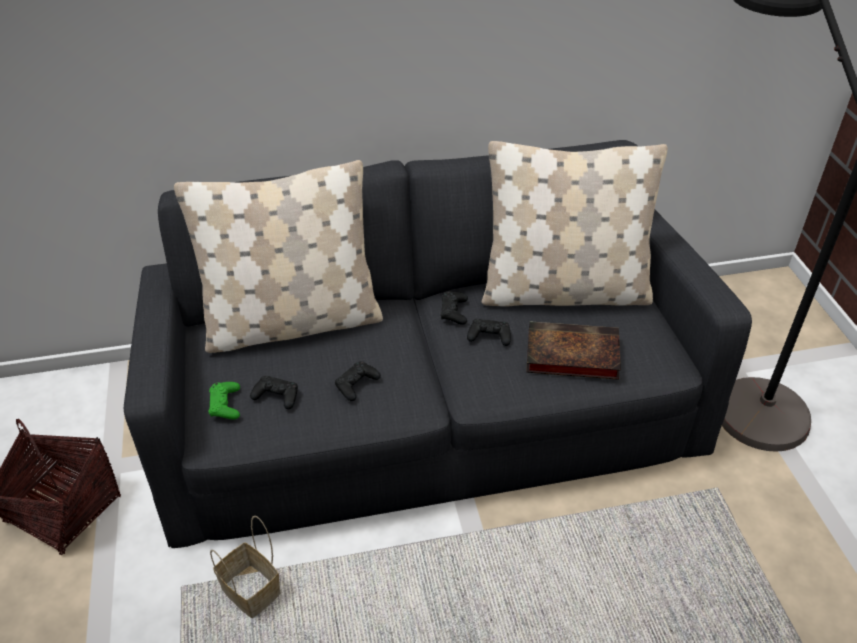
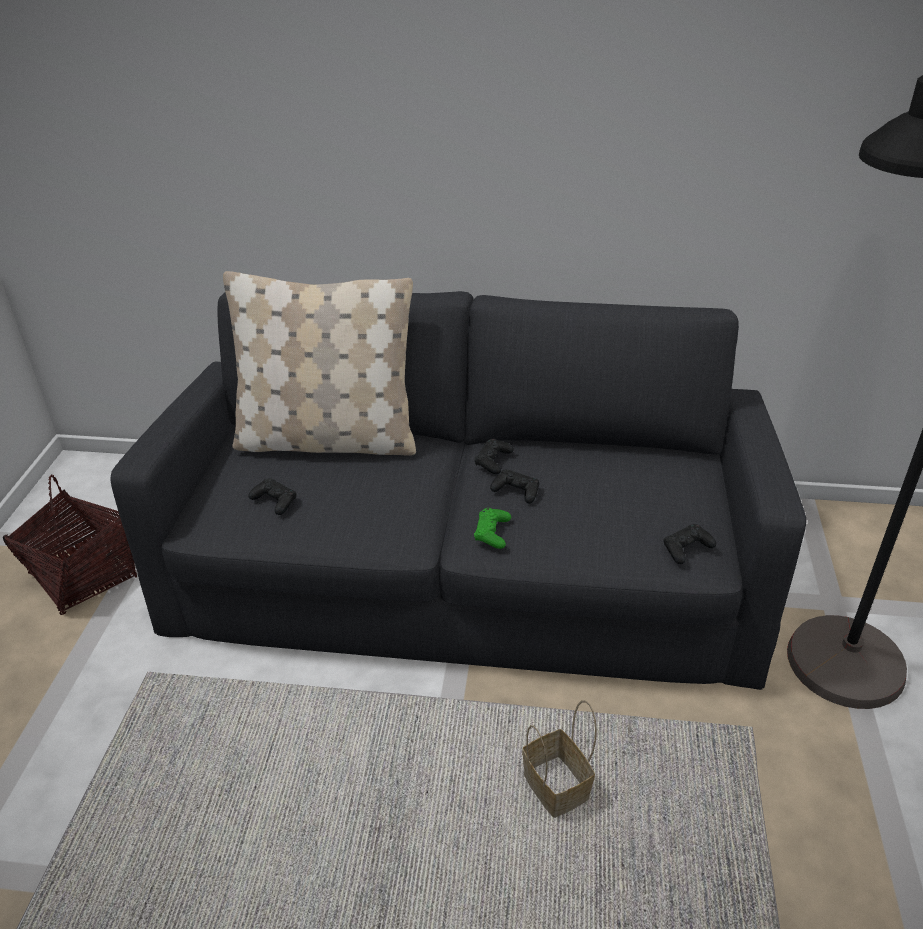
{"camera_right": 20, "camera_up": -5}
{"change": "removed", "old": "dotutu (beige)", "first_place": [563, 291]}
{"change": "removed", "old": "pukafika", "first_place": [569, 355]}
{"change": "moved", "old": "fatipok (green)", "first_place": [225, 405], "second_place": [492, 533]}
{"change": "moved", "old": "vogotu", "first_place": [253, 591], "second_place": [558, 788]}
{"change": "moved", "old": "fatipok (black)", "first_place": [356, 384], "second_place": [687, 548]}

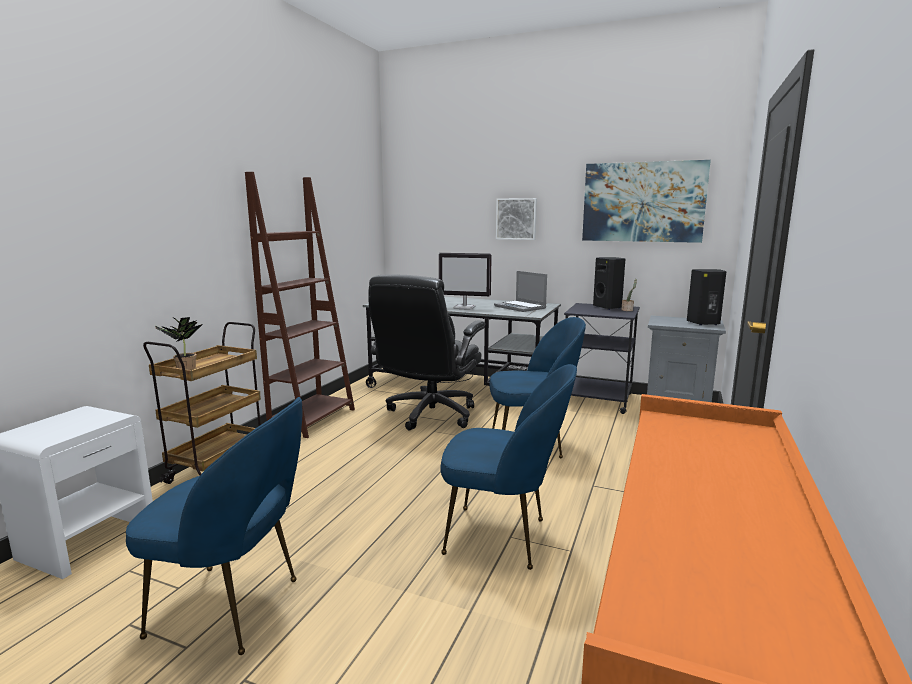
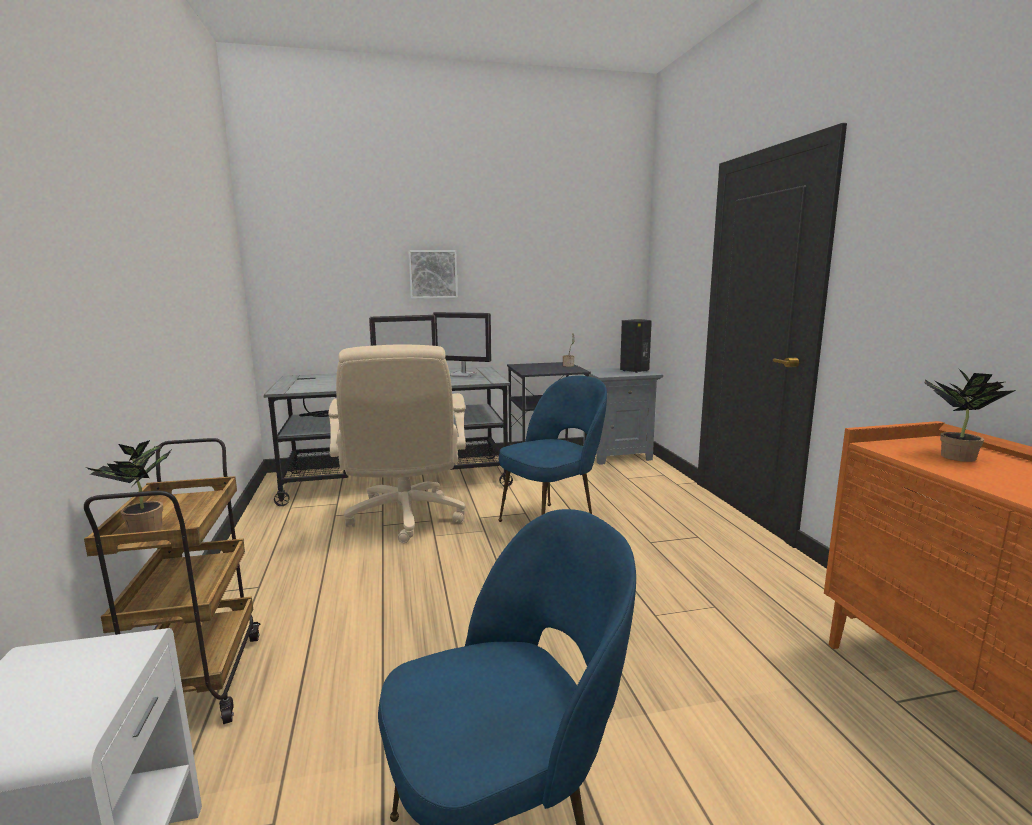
{"camera_right": -35, "camera_up": 0}
{"change": "removed", "old": "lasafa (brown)", "first_place": [312, 419]}
{"change": "removed", "old": "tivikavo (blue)", "first_place": [504, 538]}
{"change": "removed", "old": "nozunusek", "first_place": [643, 202]}
{"change": "removed", "old": "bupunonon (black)", "first_place": [608, 307]}
{"change": "added", "new": "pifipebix", "second_place": [952, 456]}
{"change": "replaced", "old": "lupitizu", "new": "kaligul", "first_place": [520, 307], "second_place": [464, 375]}
{"change": "recoloured", "old": "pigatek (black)", "new": "pigatek (beige)", "first_place": [428, 415], "second_place": [404, 520]}

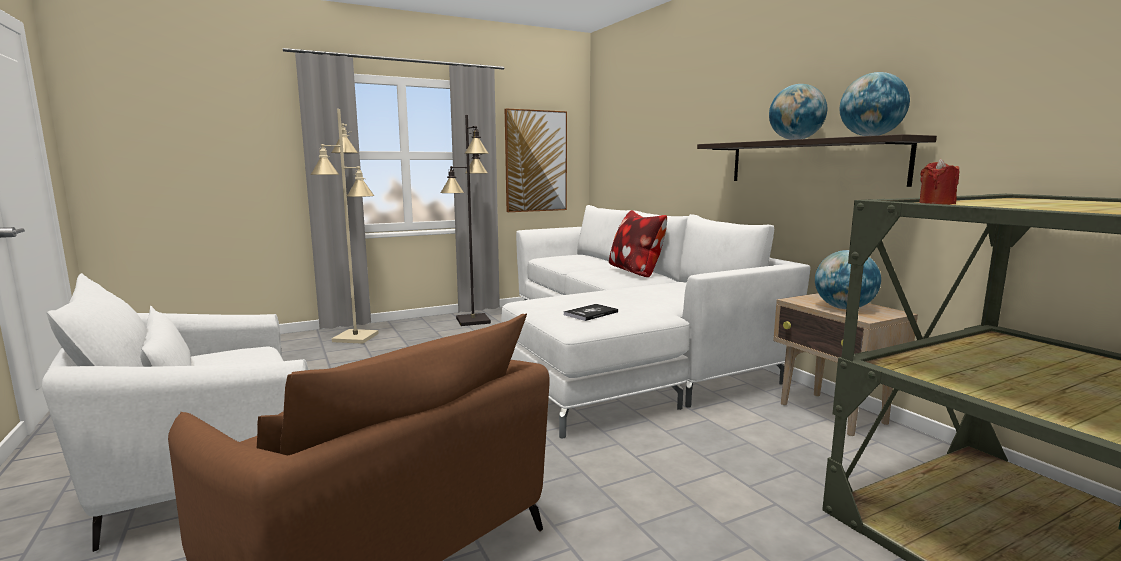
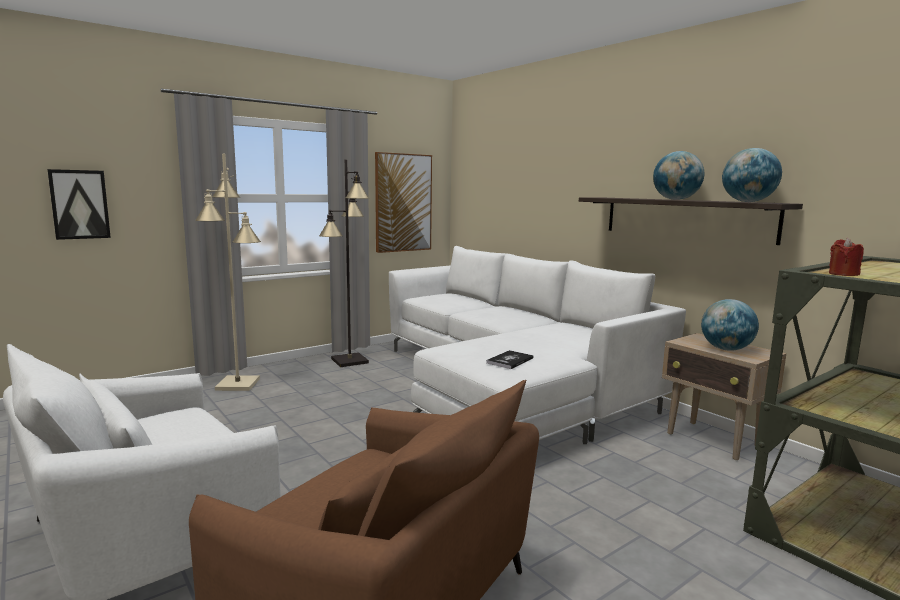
{"camera_right": -10, "camera_up": 0}
{"change": "removed", "old": "dotutu", "first_place": [636, 272]}
{"change": "added", "new": "nozunusek", "second_place": [79, 204]}

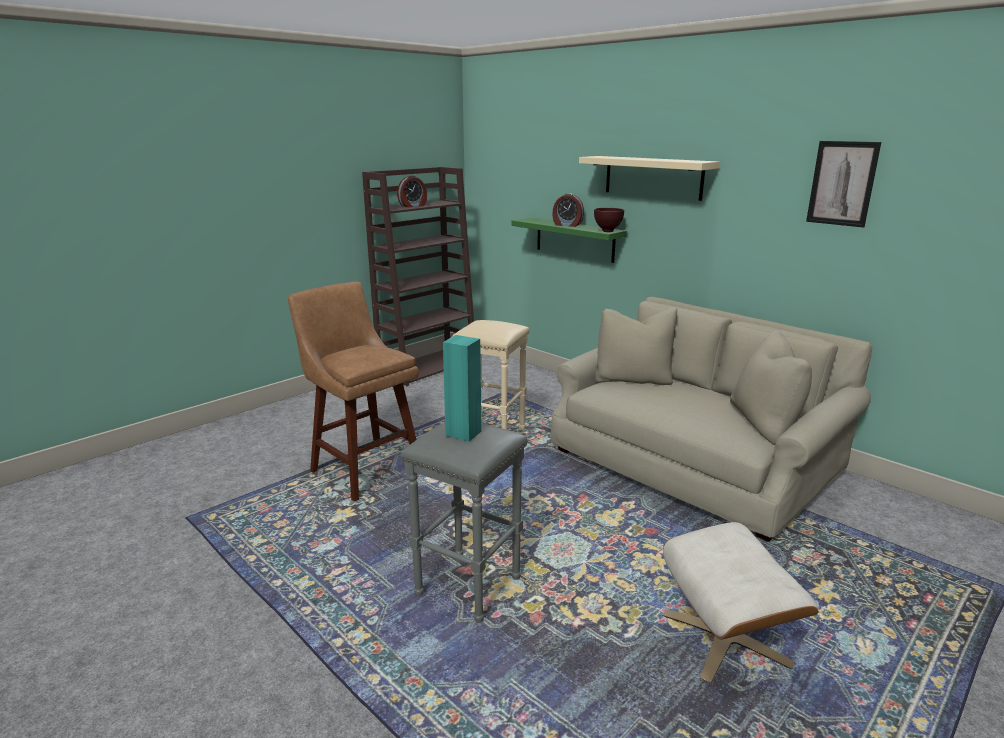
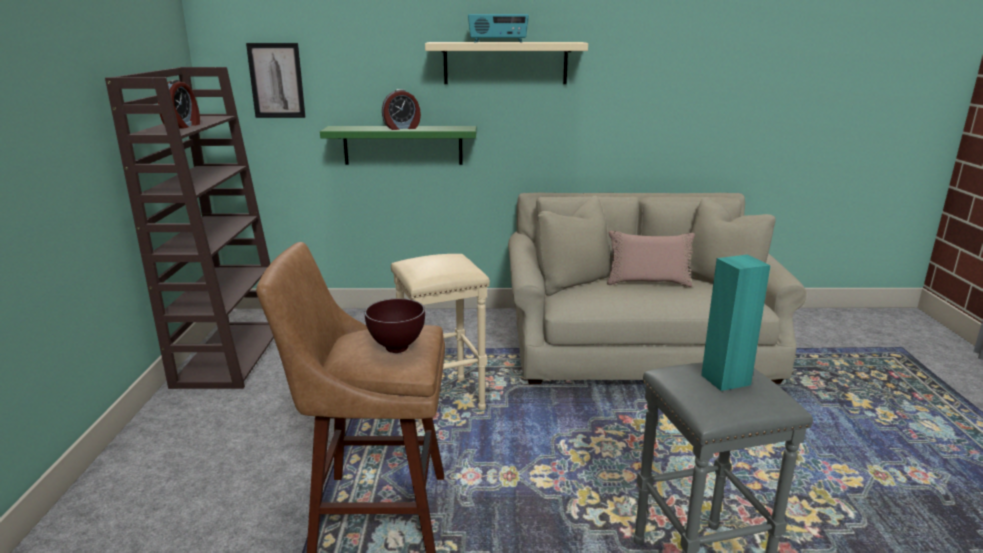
{"camera_right": -45, "camera_up": 0}
{"change": "removed", "old": "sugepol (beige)", "first_place": [725, 639]}
{"change": "added", "new": "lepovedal", "second_place": [498, 42]}
{"change": "added", "new": "dotutu (beige)", "second_place": [648, 283]}
{"change": "moved", "old": "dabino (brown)", "first_place": [608, 231], "second_place": [398, 348]}
{"change": "moved", "old": "nozunusek", "first_place": [842, 183], "second_place": [276, 80]}

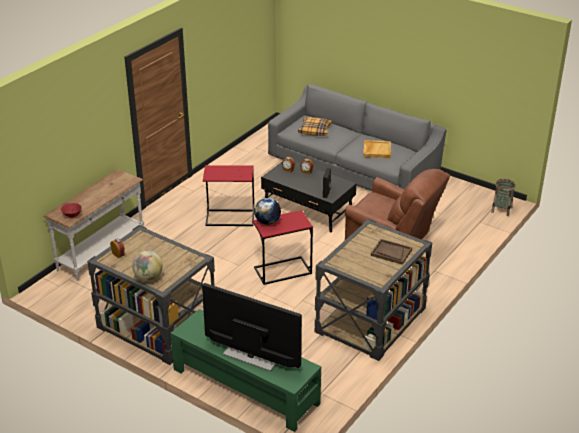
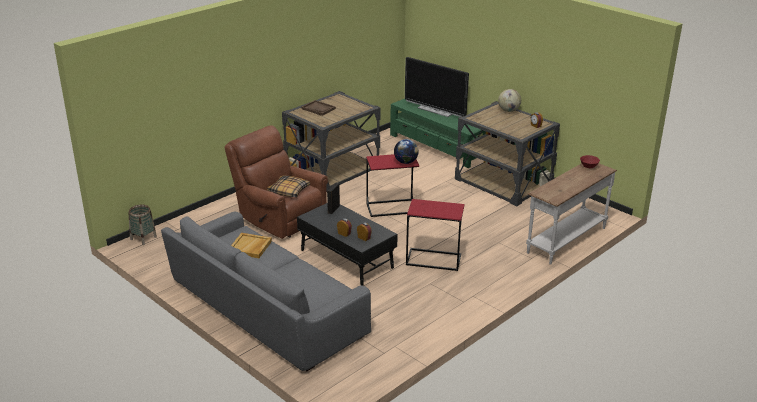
{"camera_right": -170, "camera_up": -5}
{"change": "moved", "old": "dotutu", "first_place": [315, 130], "second_place": [288, 191]}

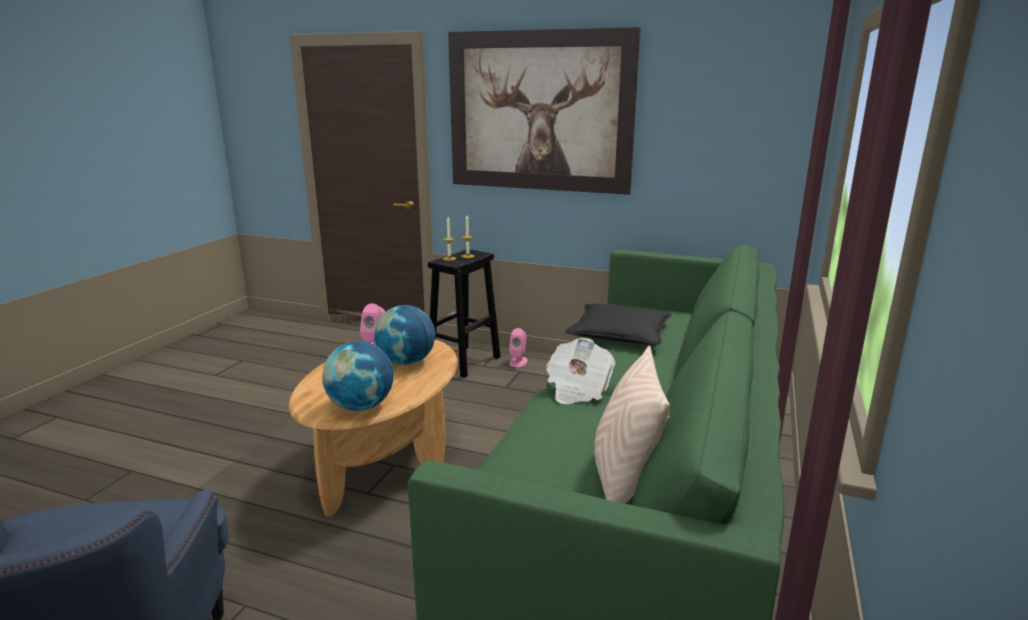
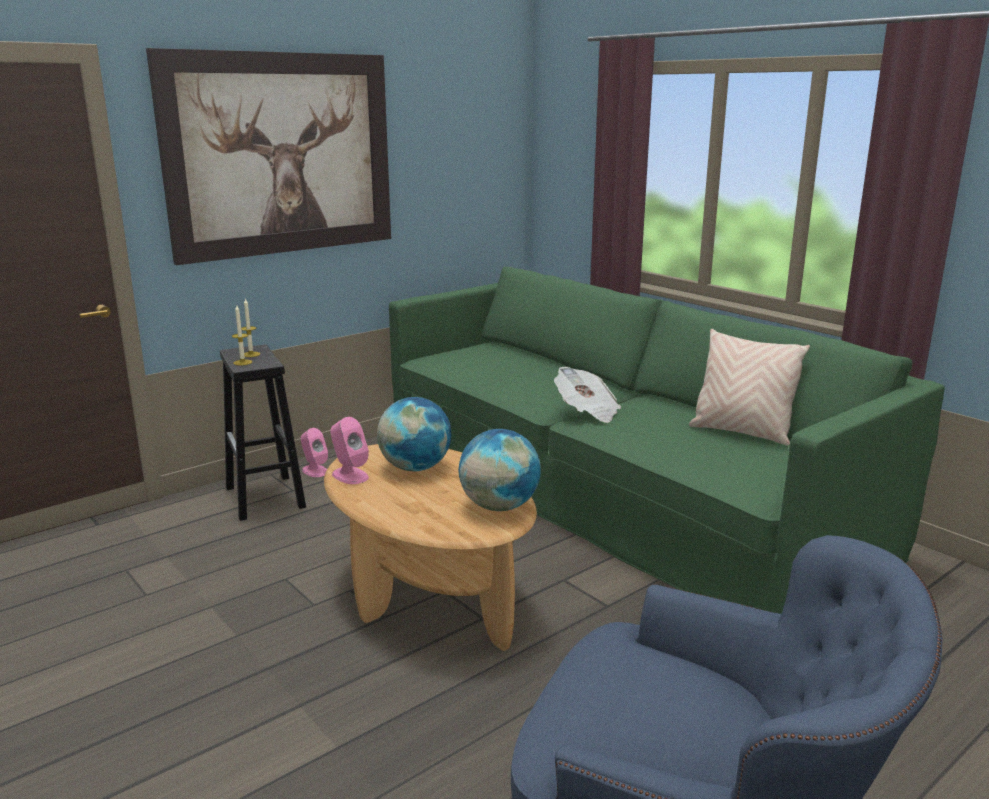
{"camera_right": -60, "camera_up": 0}
{"change": "removed", "old": "dotutu (black)", "first_place": [619, 333]}

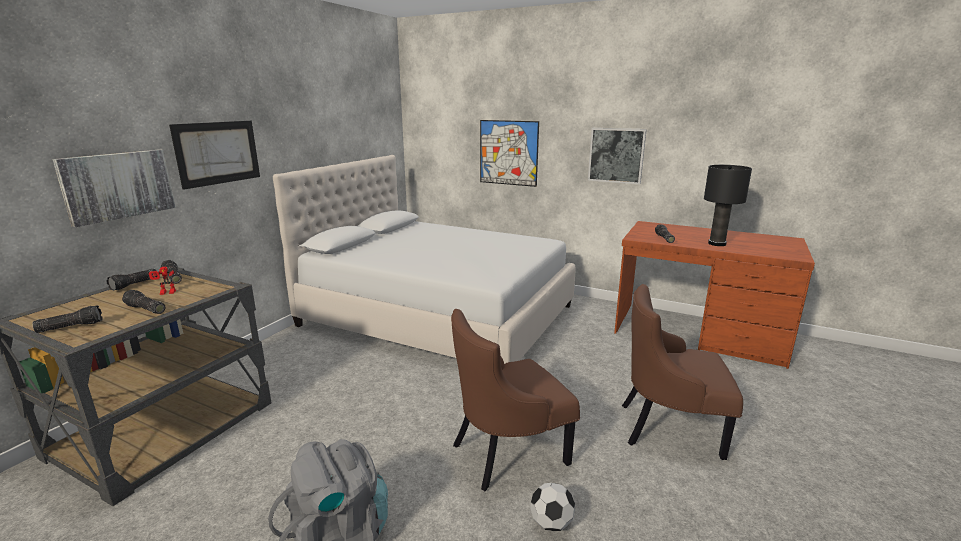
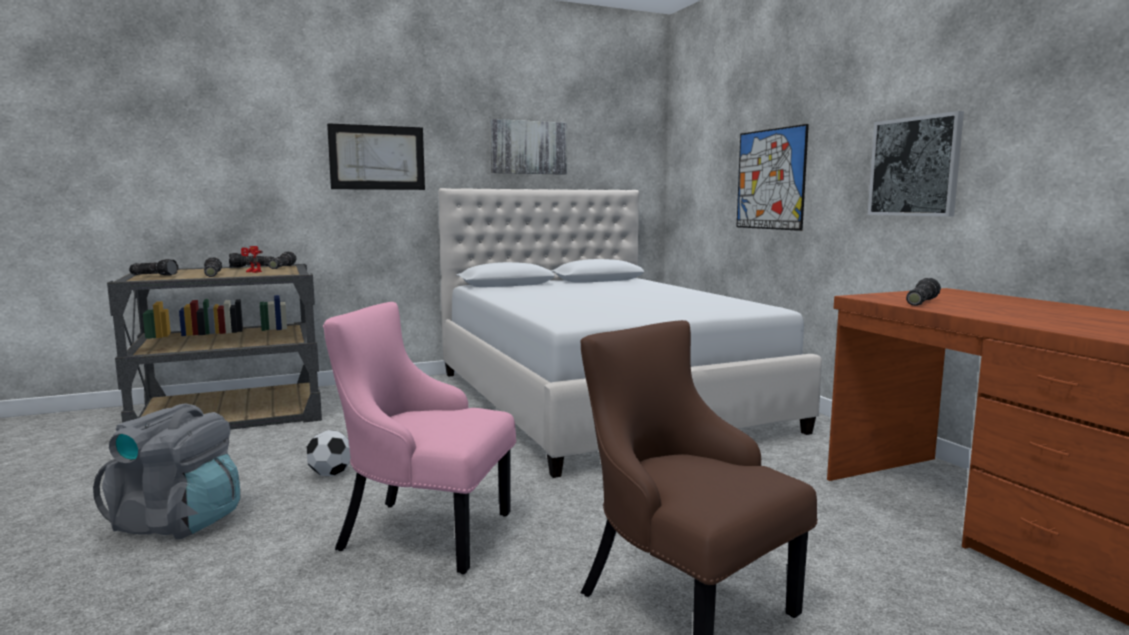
{"camera_right": 40, "camera_up": -10}
{"change": "removed", "old": "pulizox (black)", "first_place": [716, 244]}
{"change": "moved", "old": "nozunusek", "first_place": [118, 185], "second_place": [528, 147]}
{"change": "moved", "old": "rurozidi", "first_place": [551, 523], "second_place": [330, 474]}
{"change": "recoloured", "old": "tivikavo (brown)", "new": "tivikavo (pink)", "first_place": [510, 452], "second_place": [428, 534]}

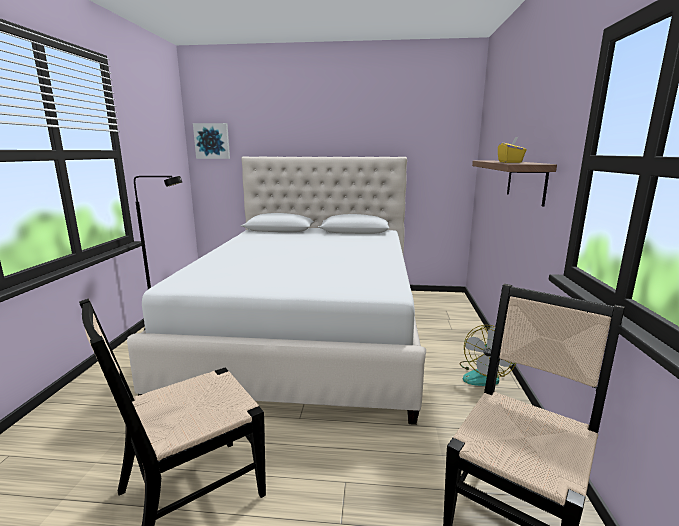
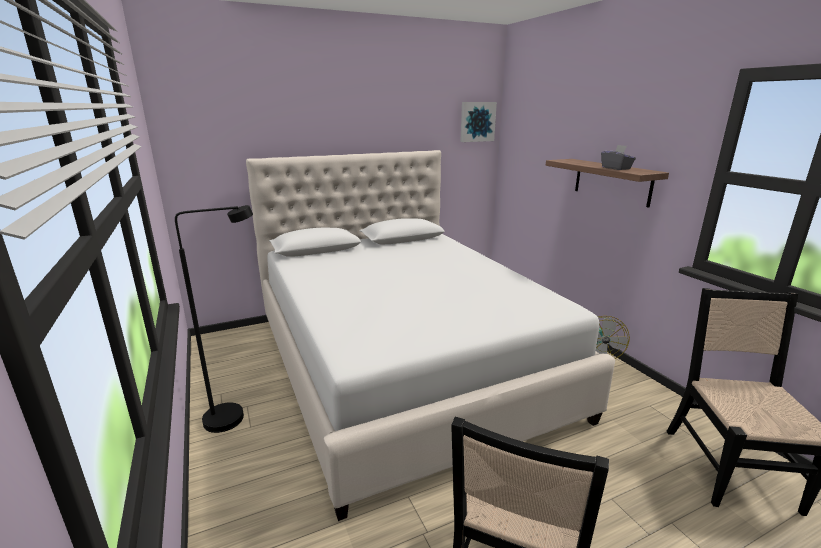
{"camera_right": -30, "camera_up": 5}
{"change": "moved", "old": "nozunusek", "first_place": [212, 141], "second_place": [477, 121]}
{"change": "recoloured", "old": "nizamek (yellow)", "new": "nizamek (grey)", "first_place": [510, 162], "second_place": [616, 168]}

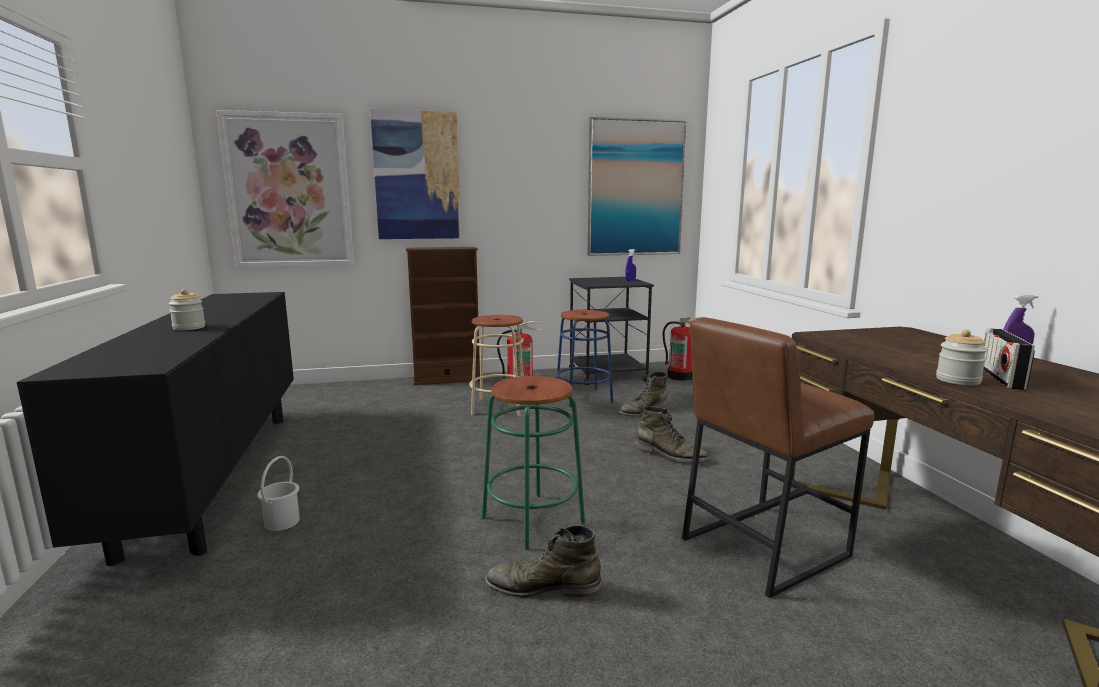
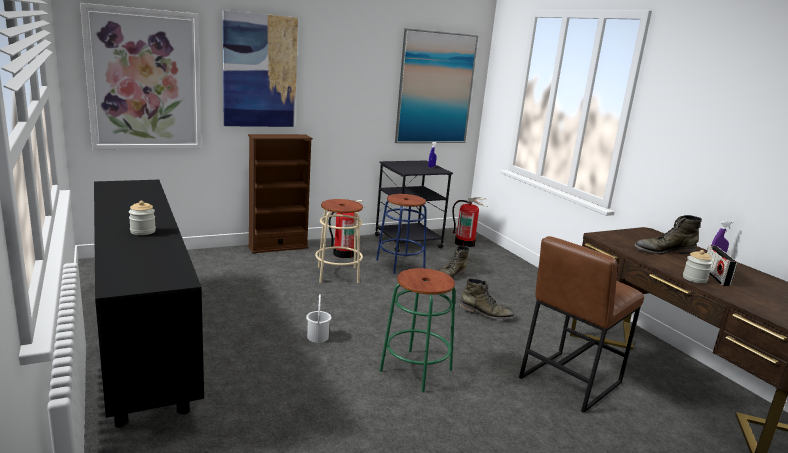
{"camera_right": -15, "camera_up": 5}
{"change": "moved", "old": "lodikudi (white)", "first_place": [281, 522], "second_place": [317, 337]}
{"change": "moved", "old": "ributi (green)", "first_place": [543, 586], "second_place": [663, 251]}

